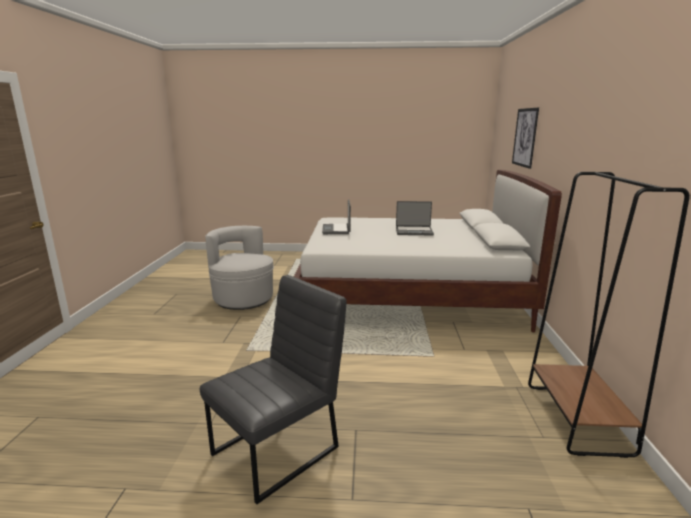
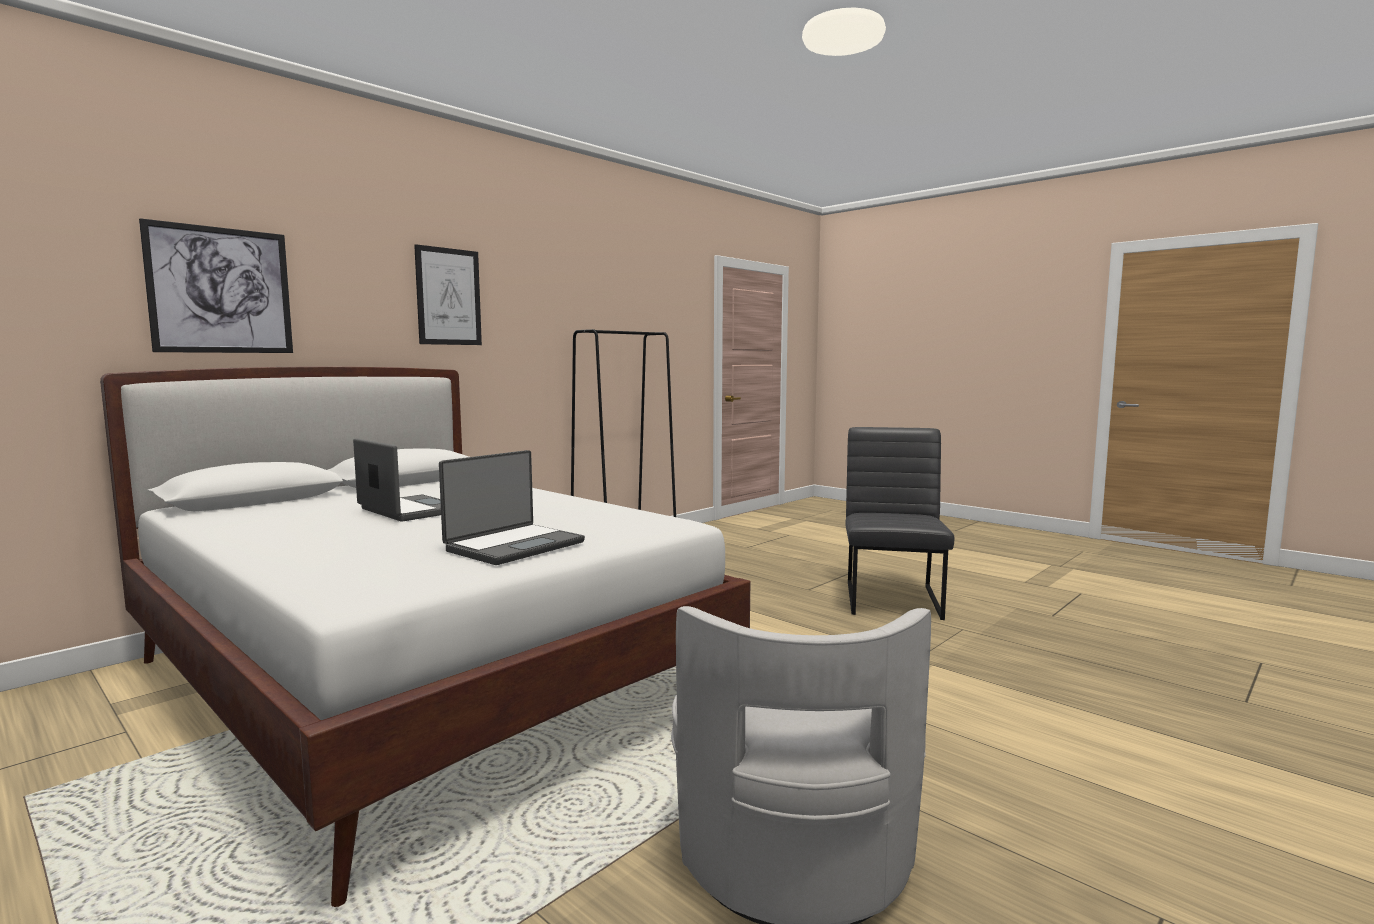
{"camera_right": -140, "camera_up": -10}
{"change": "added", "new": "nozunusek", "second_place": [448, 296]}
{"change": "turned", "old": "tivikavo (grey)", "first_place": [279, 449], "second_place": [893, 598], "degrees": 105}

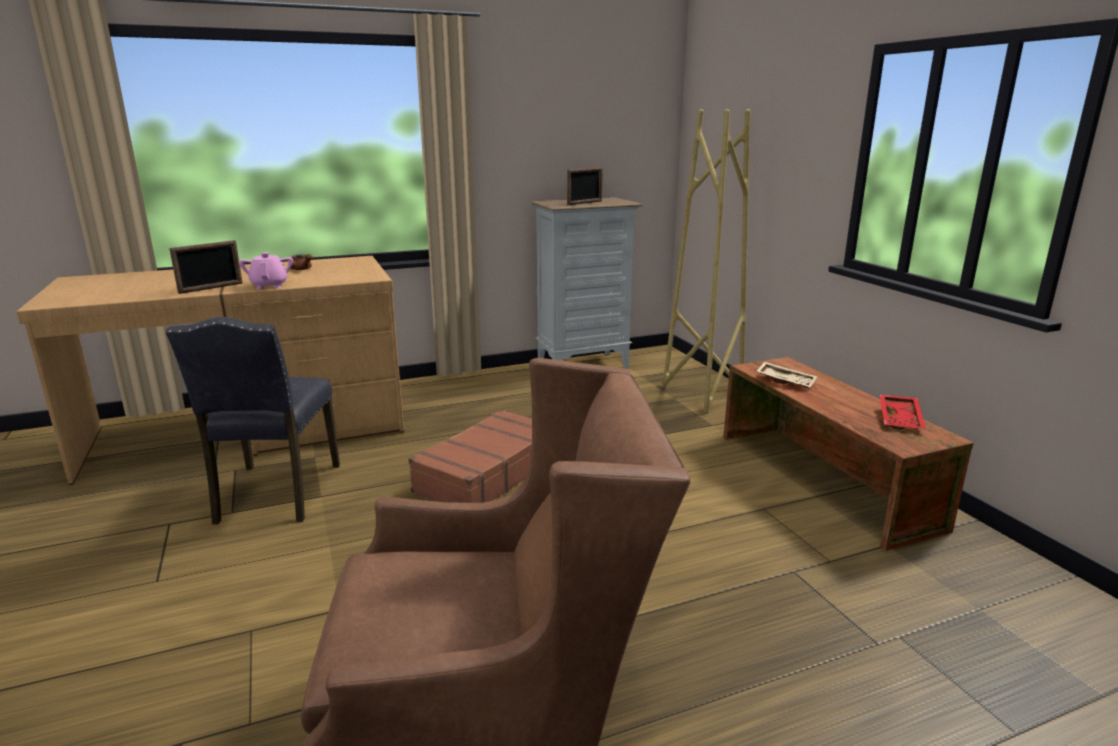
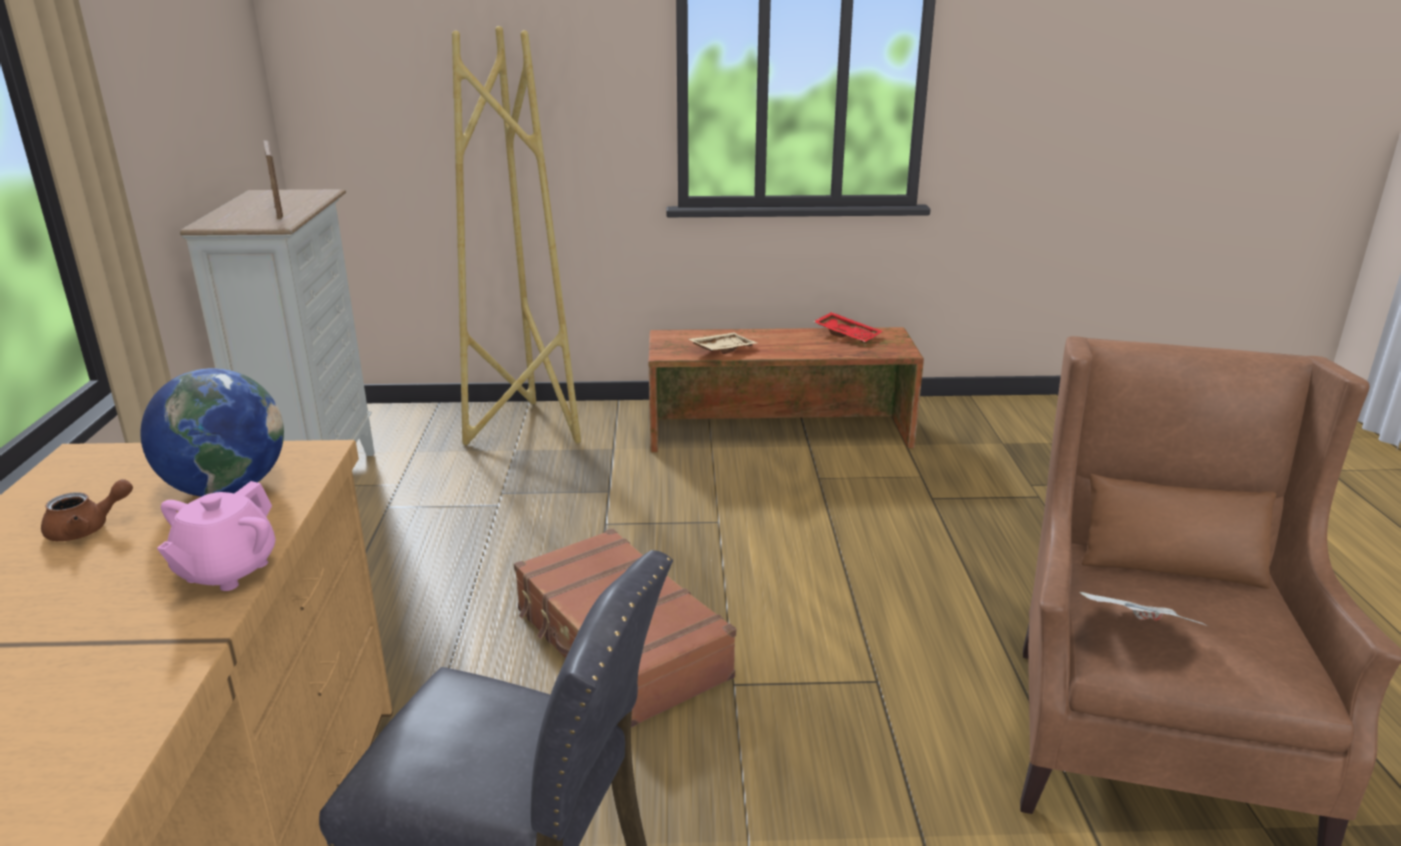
{"camera_right": -70, "camera_up": 5}
{"change": "removed", "old": "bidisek", "first_place": [211, 288]}
{"change": "added", "new": "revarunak", "second_place": [226, 489]}
{"change": "added", "new": "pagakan", "second_place": [1138, 635]}
{"change": "turned", "old": "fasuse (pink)", "first_place": [269, 285], "second_place": [226, 571], "degrees": -75}

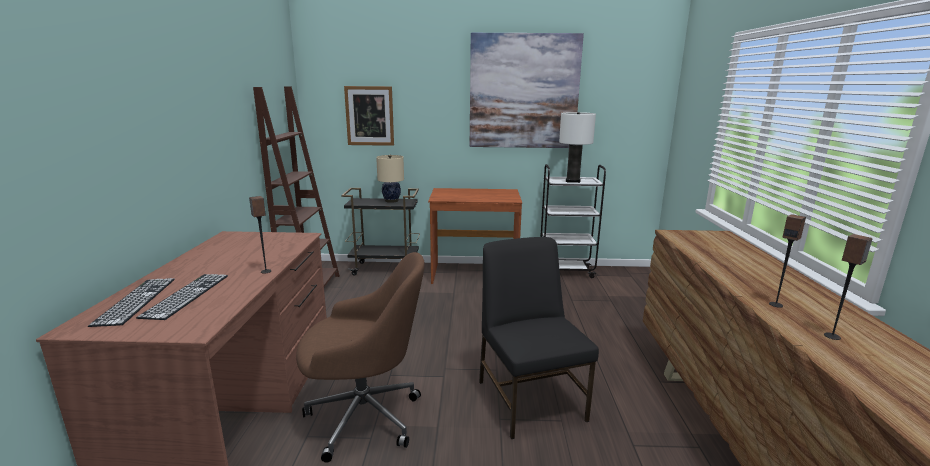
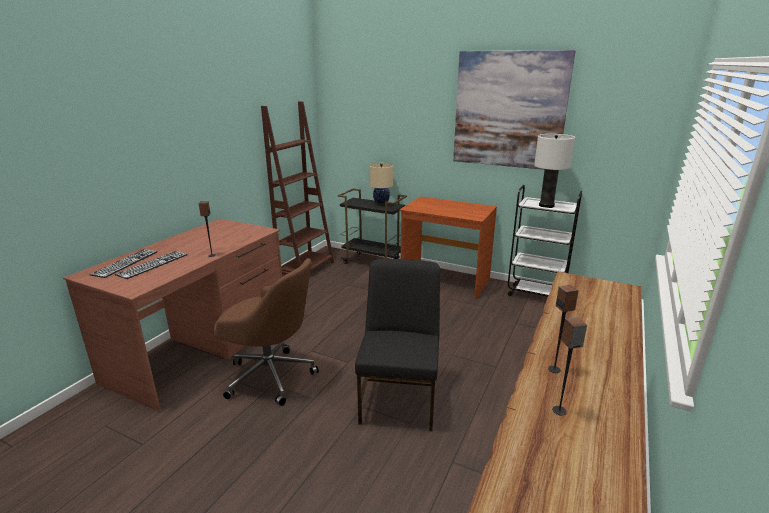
{"camera_right": 25, "camera_up": 5}
{"change": "removed", "old": "nozunusek", "first_place": [369, 116]}

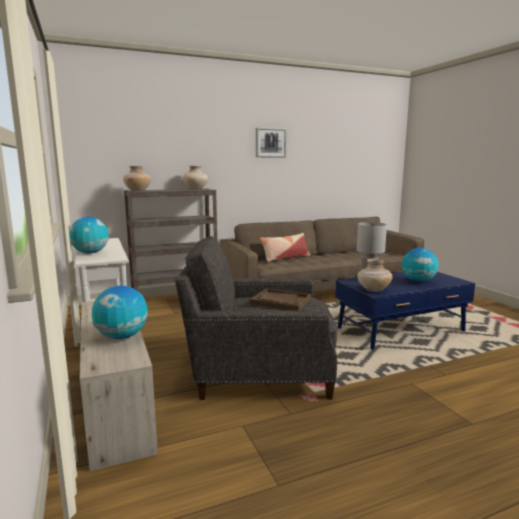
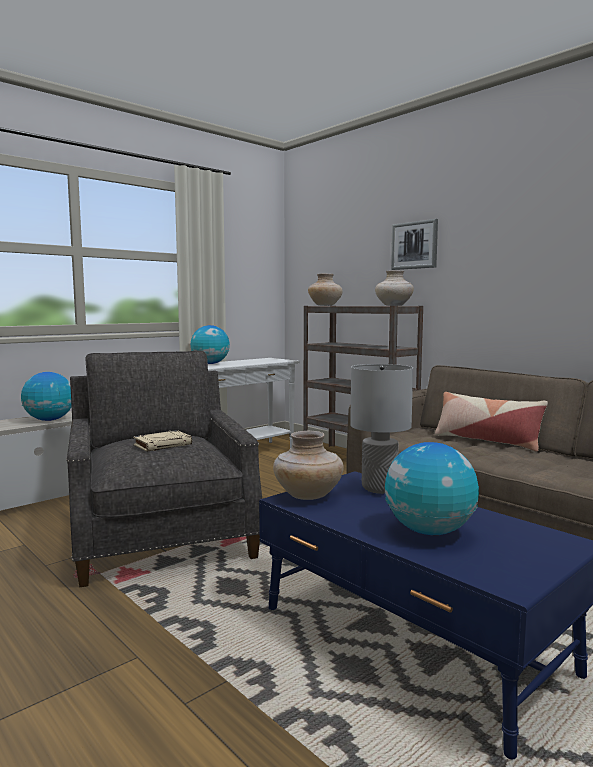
{"camera_right": 70, "camera_up": -5}
{"change": "moved", "old": "nozunusek", "first_place": [270, 142], "second_place": [414, 245]}
{"change": "replaced", "old": "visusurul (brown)", "new": "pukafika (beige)", "first_place": [280, 301], "second_place": [163, 445]}

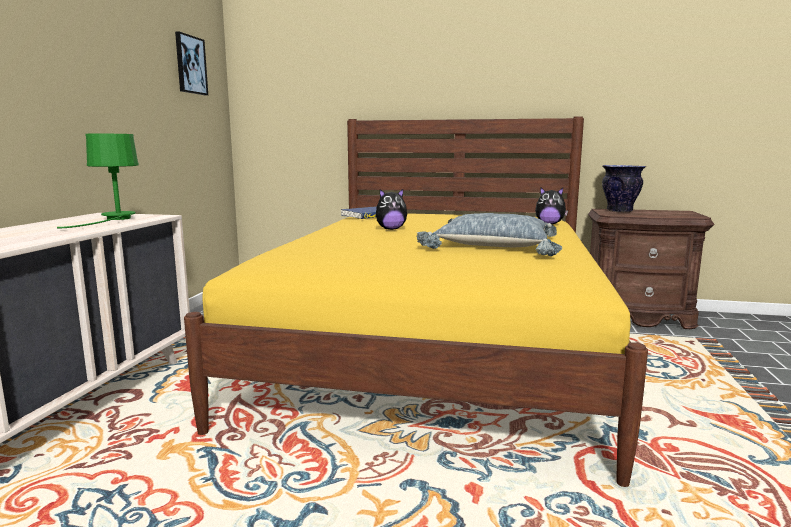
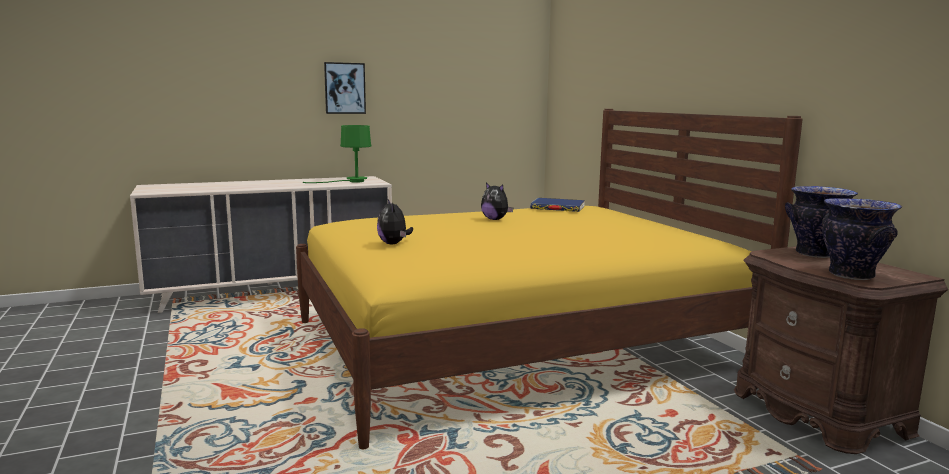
{"camera_right": 55, "camera_up": 0}
{"change": "removed", "old": "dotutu", "first_place": [493, 243]}
{"change": "added", "new": "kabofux", "second_place": [850, 275]}
{"change": "moved", "old": "nozunusek", "first_place": [190, 65], "second_place": [344, 88]}
{"change": "moved", "old": "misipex", "first_place": [549, 224], "second_place": [394, 244]}

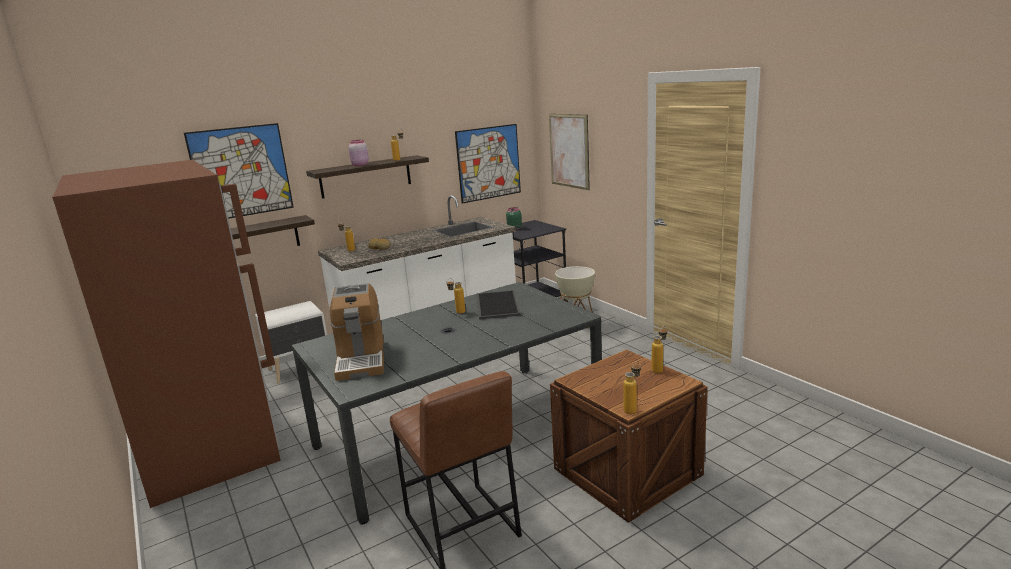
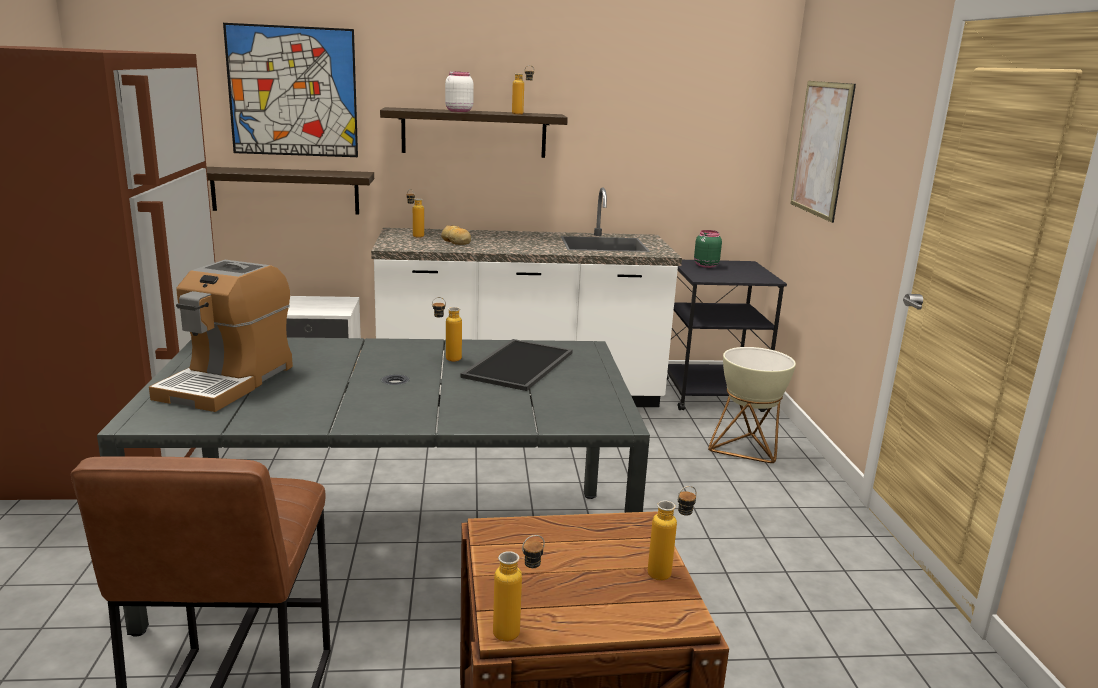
{"camera_right": 25, "camera_up": 0}
{"change": "removed", "old": "nozunusek", "first_place": [488, 163]}
{"change": "recoloured", "old": "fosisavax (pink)", "new": "fosisavax (white)", "first_place": [359, 165], "second_place": [458, 111]}

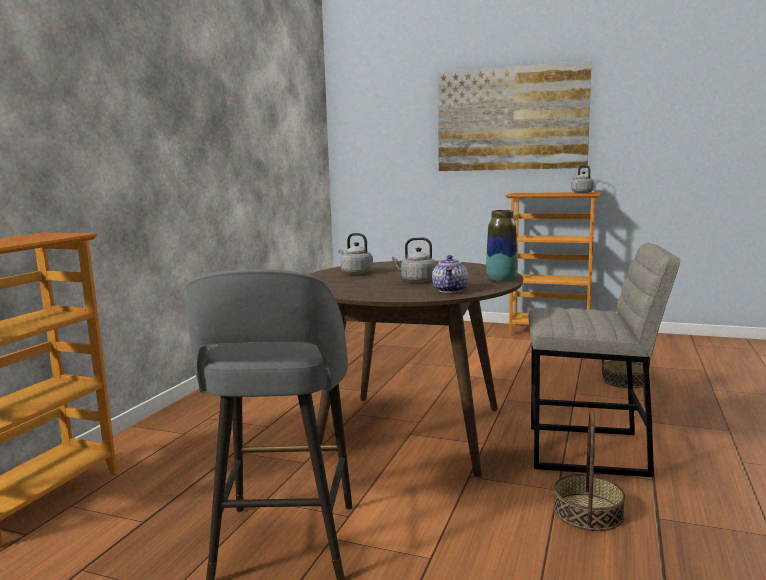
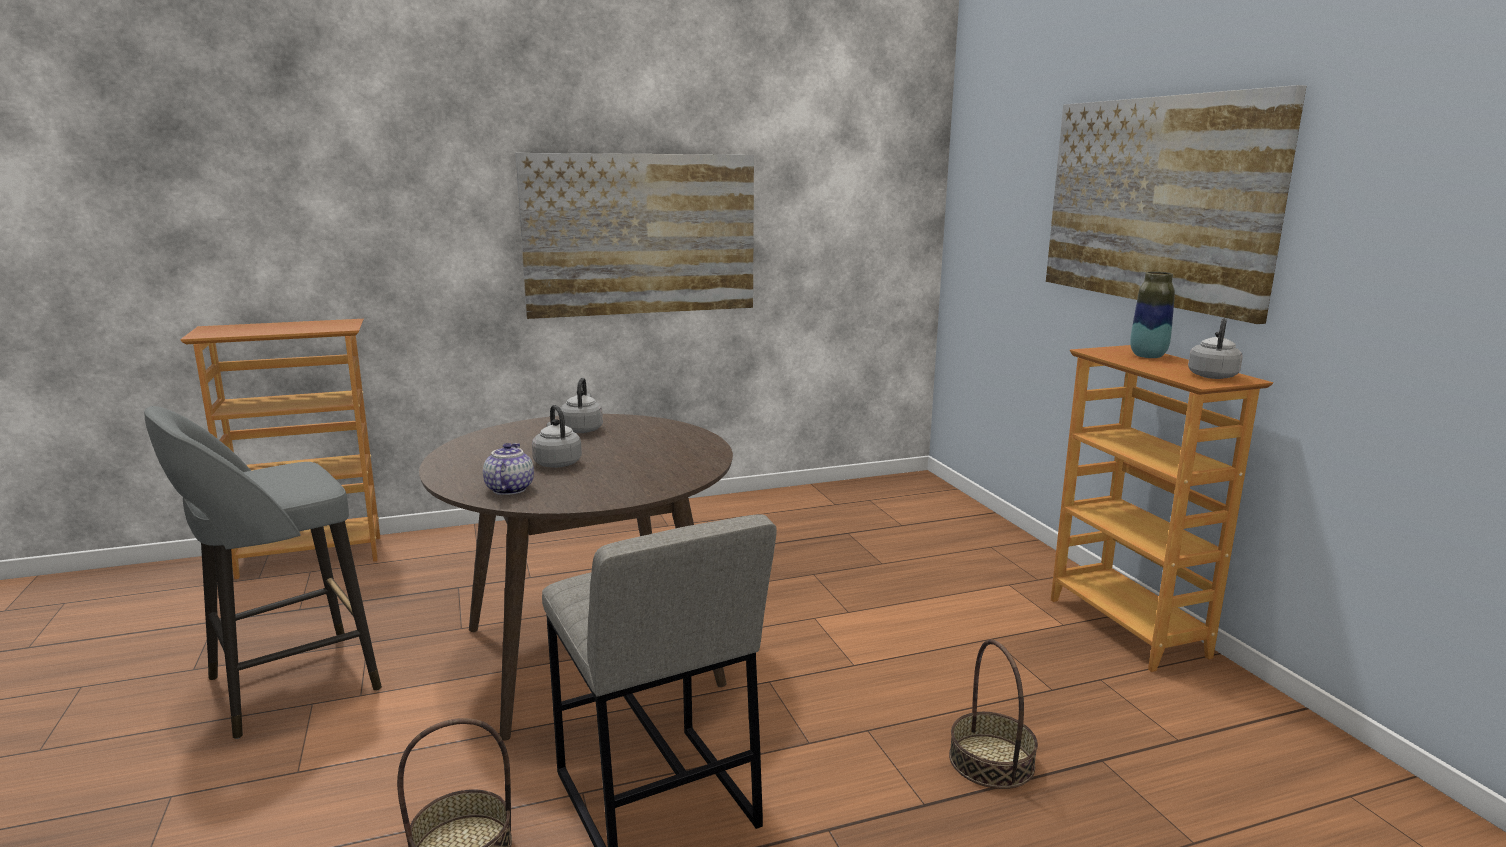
{"camera_right": 50, "camera_up": 5}
{"change": "added", "new": "nozunusek", "second_place": [640, 234]}
{"change": "moved", "old": "kabofux", "first_place": [501, 280], "second_place": [1148, 356]}
{"change": "turned", "old": "fasuse", "first_place": [451, 290], "second_place": [508, 489], "degrees": 120}

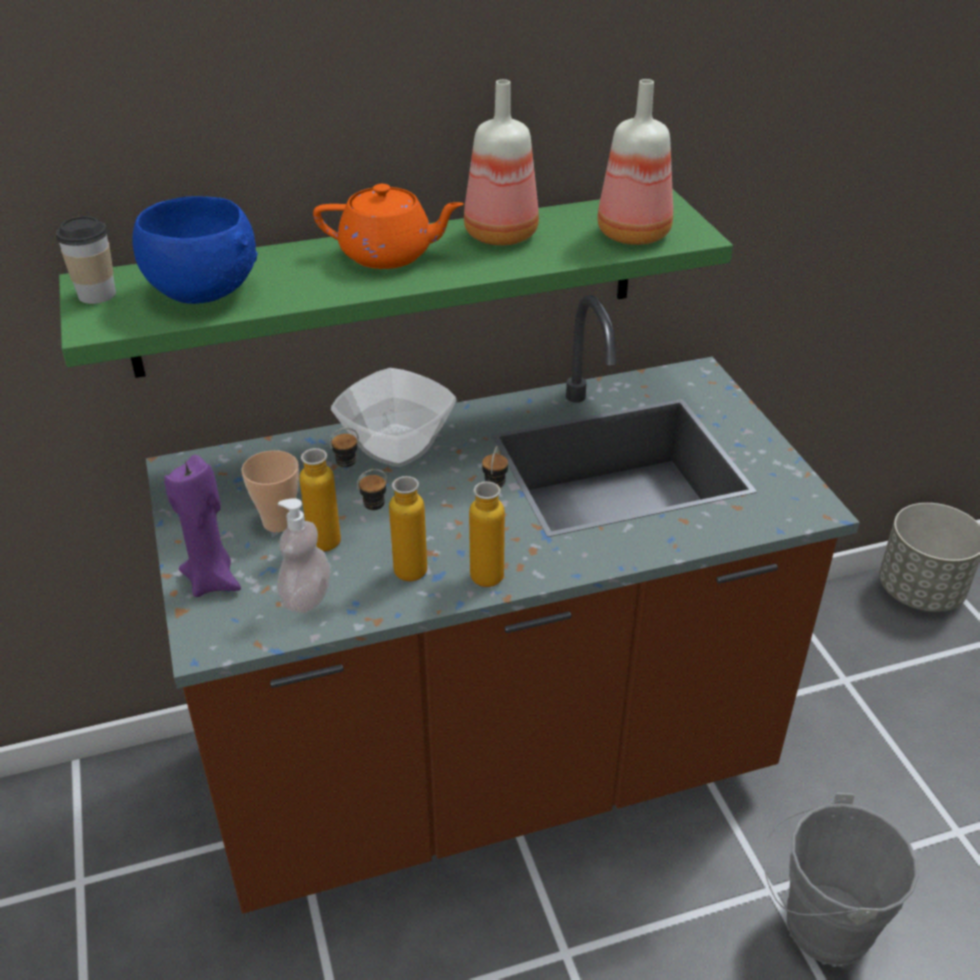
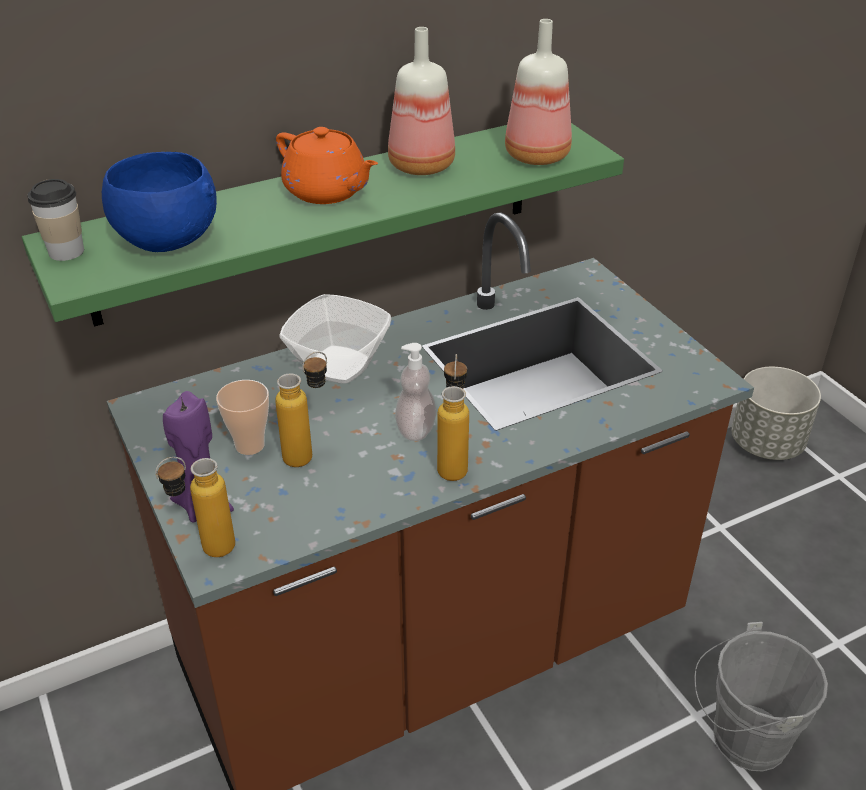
{"camera_right": -10, "camera_up": 0}
{"change": "moved", "old": "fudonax", "first_place": [307, 598], "second_place": [416, 429]}
{"change": "moved", "old": "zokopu", "first_place": [396, 574], "second_place": [205, 551]}
{"change": "turned", "old": "fasuse (orange)", "first_place": [389, 255], "second_place": [327, 192], "degrees": 45}

